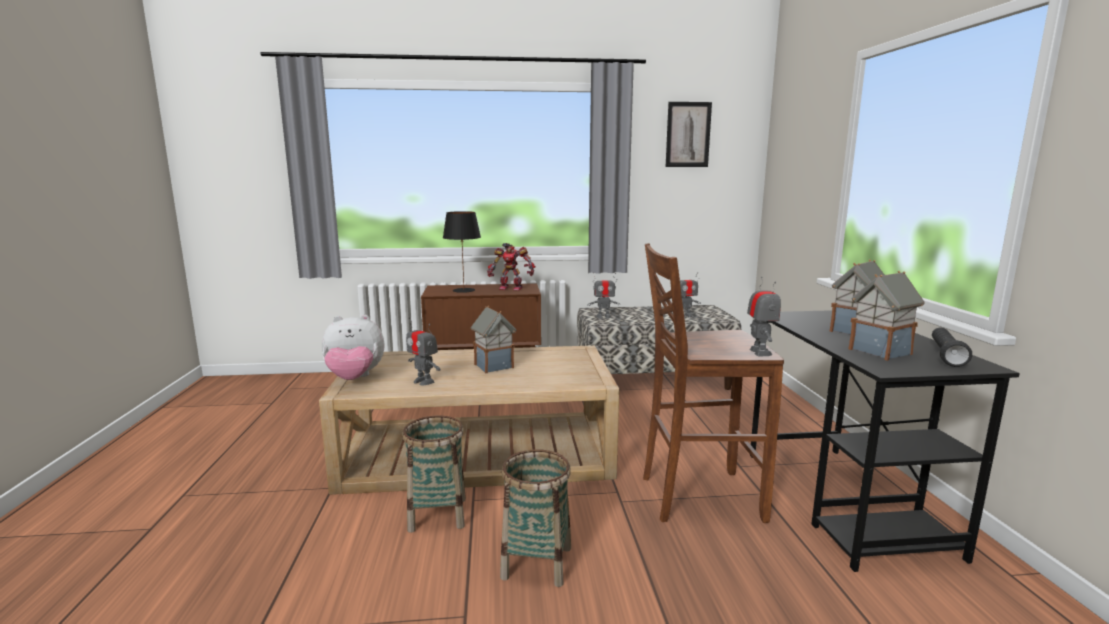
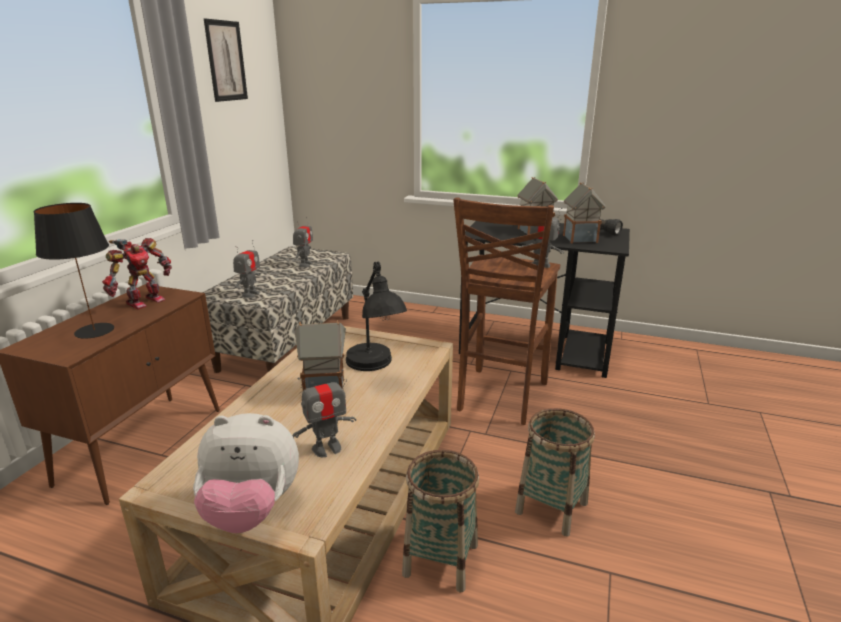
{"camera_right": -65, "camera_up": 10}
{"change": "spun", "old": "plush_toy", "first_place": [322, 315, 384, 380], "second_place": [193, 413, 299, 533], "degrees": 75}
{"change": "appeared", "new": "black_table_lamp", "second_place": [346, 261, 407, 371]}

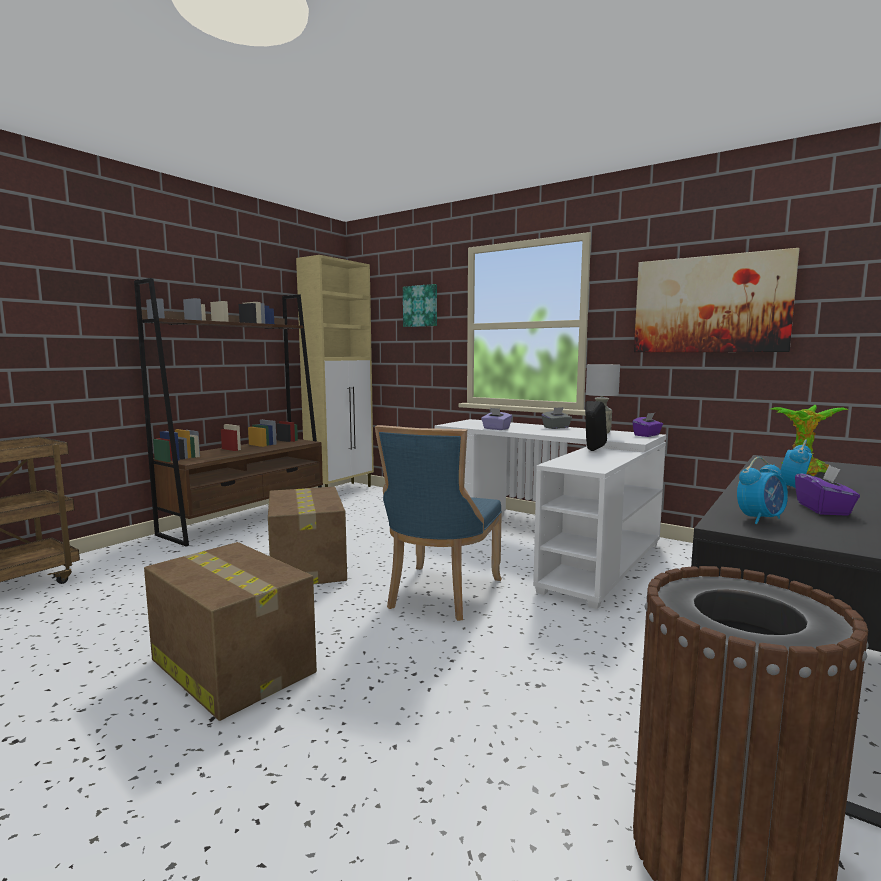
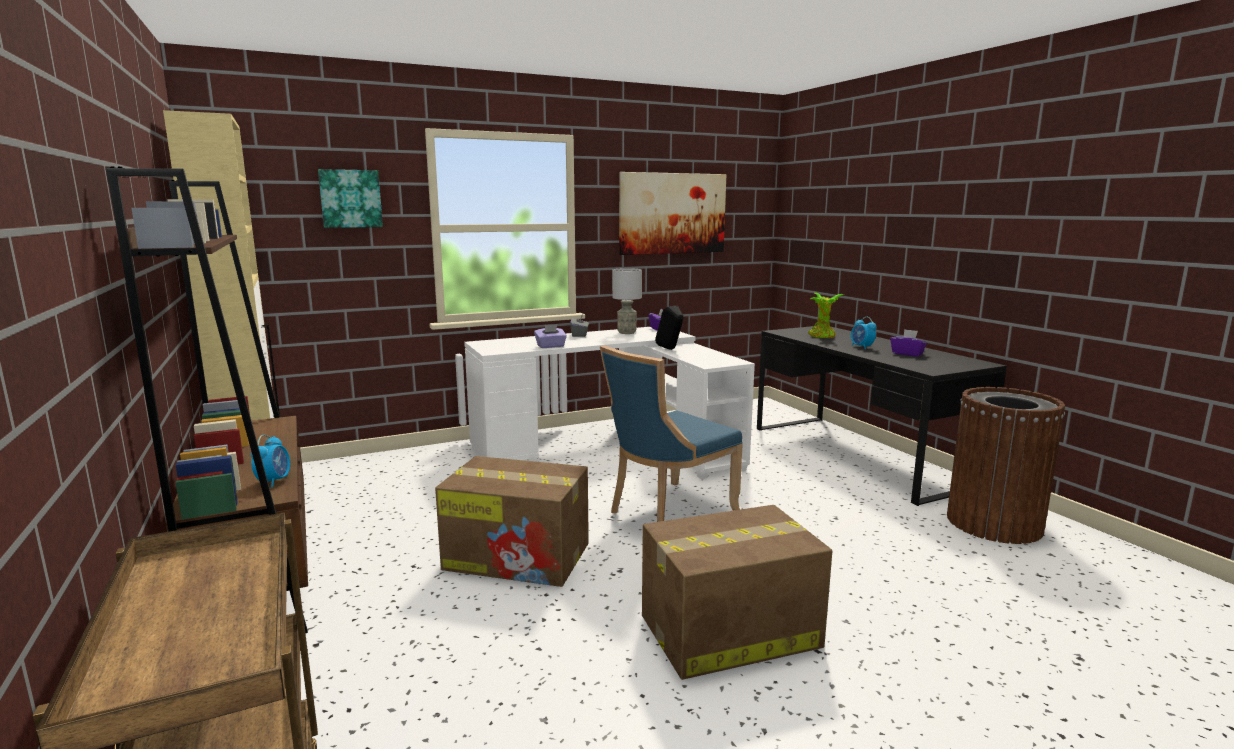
{"camera_right": -60, "camera_up": 5}
{"change": "spun", "old": "blue_chair", "first_place": [375, 425, 502, 621], "second_place": [600, 345, 743, 522], "degrees": 90}
{"change": "relocated", "old": "alarm_clock", "first_place": [737, 457, 788, 524], "second_place": [251, 435, 290, 488]}

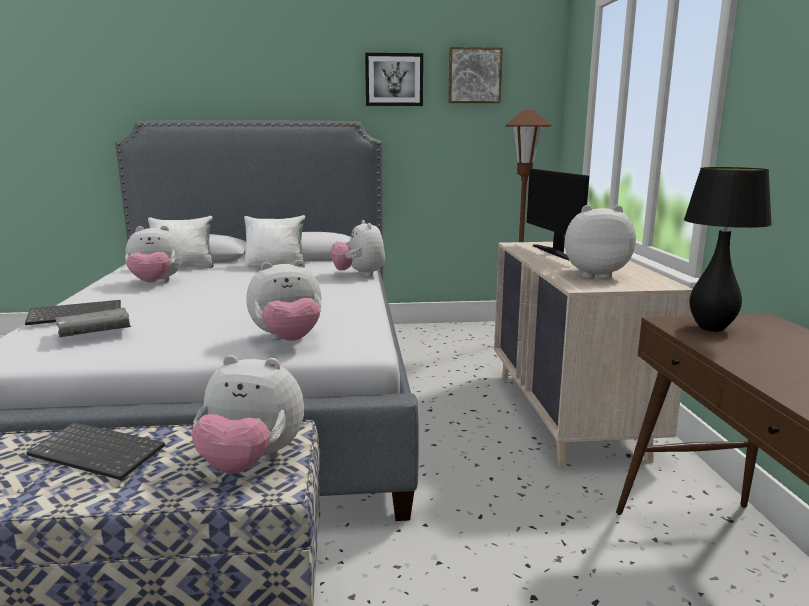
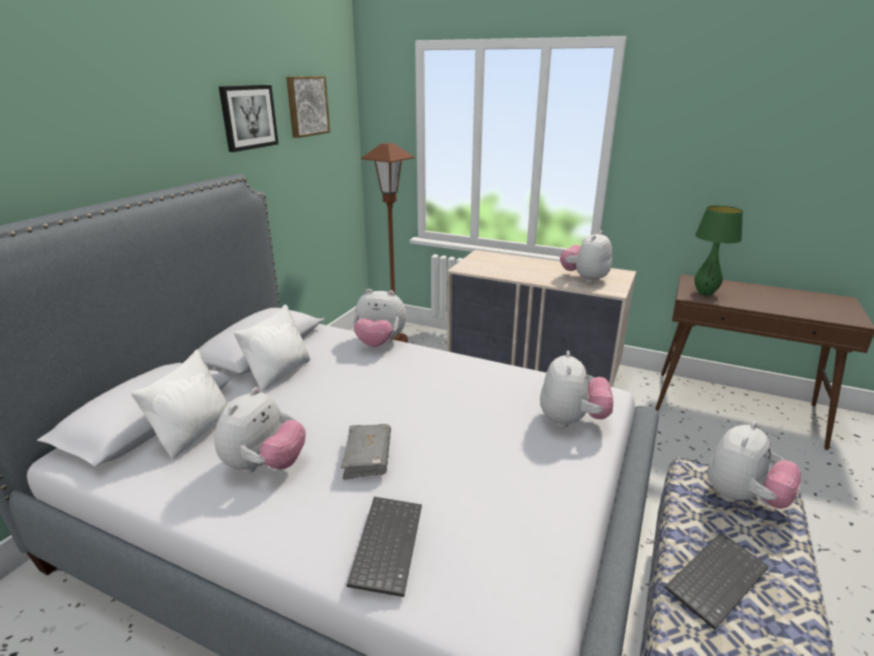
{"camera_right": -60, "camera_up": 10}
{"change": "colour", "old": "black_table_lamp", "new": "green_table_lamp", "first_place": [684, 167, 772, 332], "second_place": [694, 206, 743, 296]}
{"change": "missing", "old": "monitor", "first_place": [527, 169, 589, 261]}
{"change": "relocated", "old": "grey_book", "first_place": [55, 308, 131, 337], "second_place": [341, 424, 391, 480]}

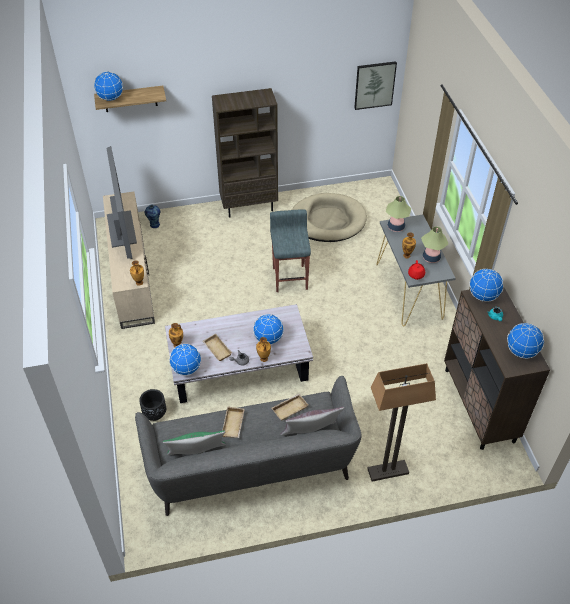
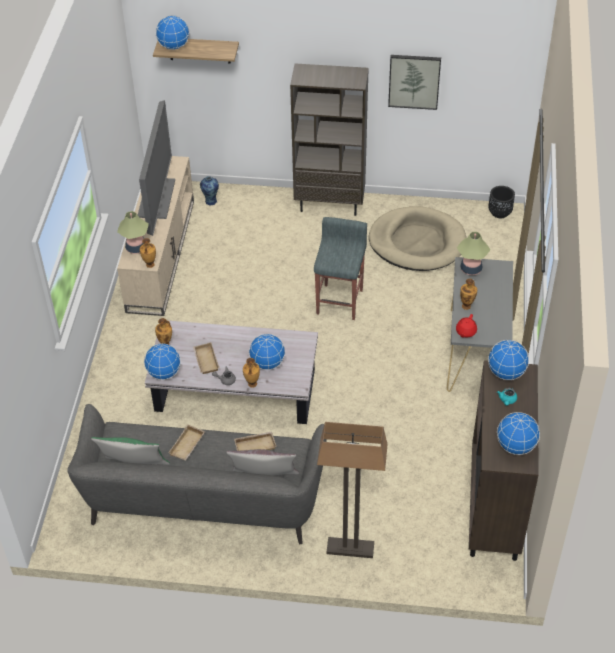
{"camera_right": 20, "camera_up": 0}
{"change": "relocated", "old": "picture", "first_place": [354, 61, 397, 110], "second_place": [388, 55, 441, 110]}
{"change": "relocated", "old": "table_lamp", "first_place": [421, 226, 448, 263], "second_place": [117, 211, 149, 254]}
{"change": "relocated", "old": "black_planter", "first_place": [139, 389, 166, 421], "second_place": [488, 186, 515, 218]}

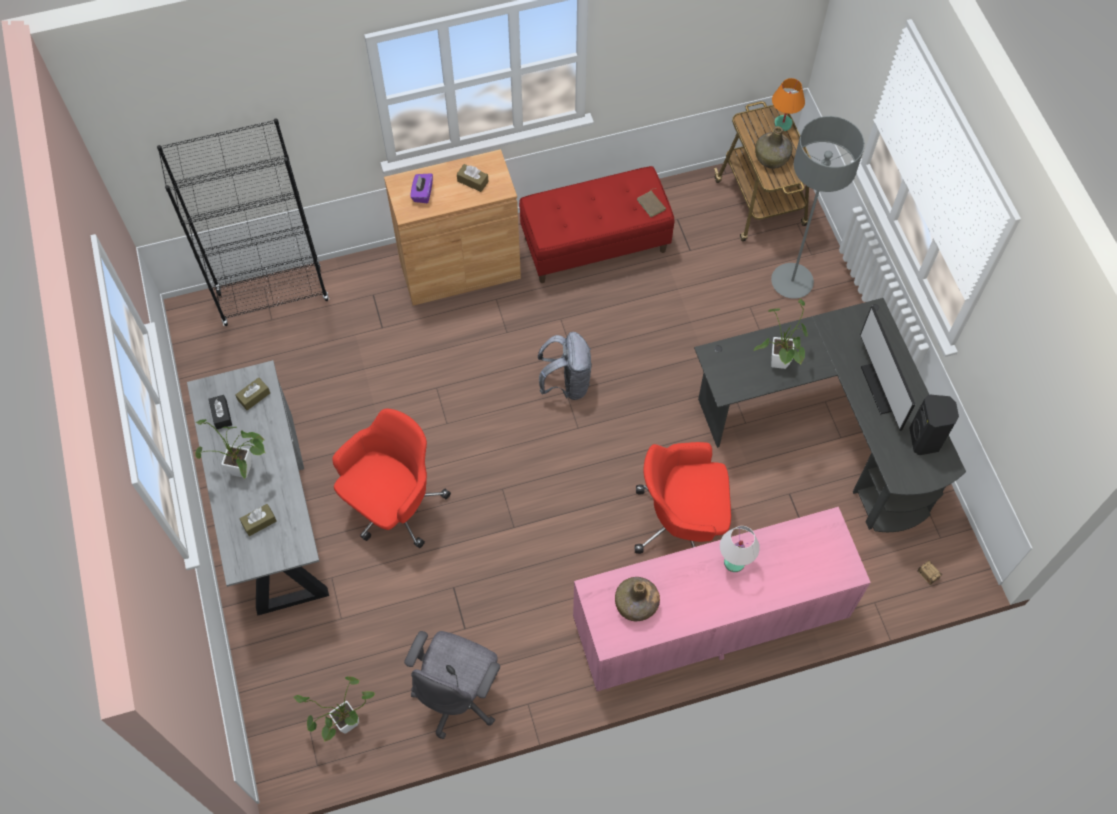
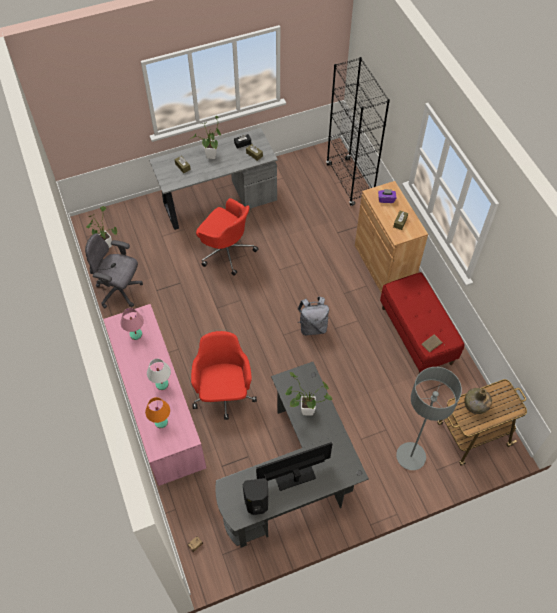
{"camera_right": 85, "camera_up": -5}
{"change": "relocated", "old": "orange_table_lamp", "first_place": [772, 78, 805, 131], "second_place": [145, 397, 170, 428]}
{"change": "exchanged", "old": "green_bottle", "new": "pink_table_lamp", "first_place": [615, 577, 660, 621], "second_place": [121, 308, 144, 340]}

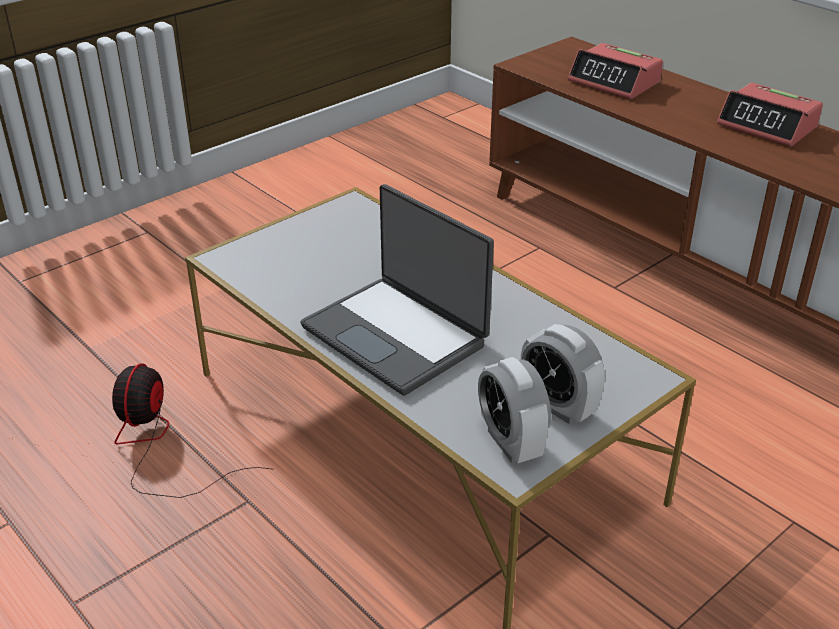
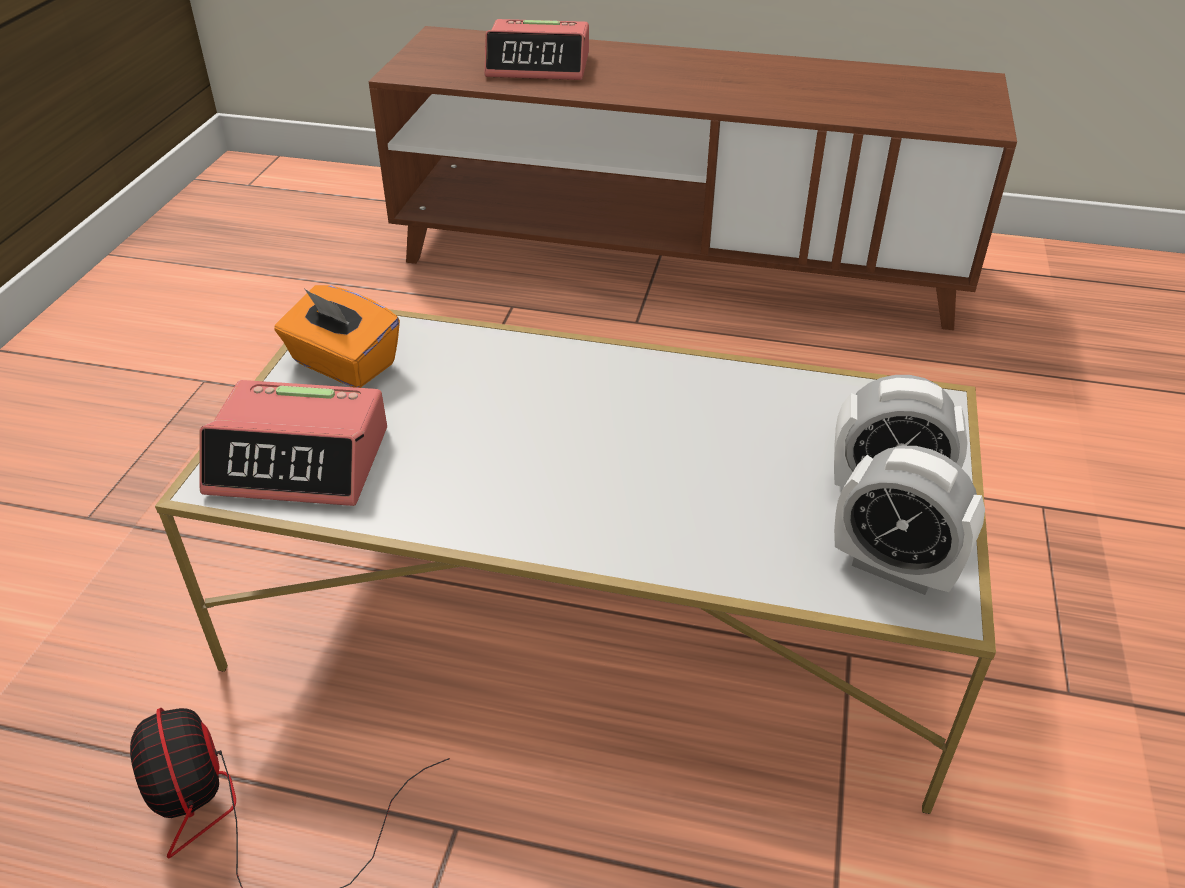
{"camera_right": -35, "camera_up": 5}
{"change": "relocated", "old": "alarm_clock", "first_place": [717, 83, 823, 147], "second_place": [200, 380, 387, 506]}
{"change": "missing", "old": "laptop", "first_place": [301, 184, 494, 396]}
{"change": "appeared", "new": "orange_tissue_box", "second_place": [274, 285, 400, 388]}

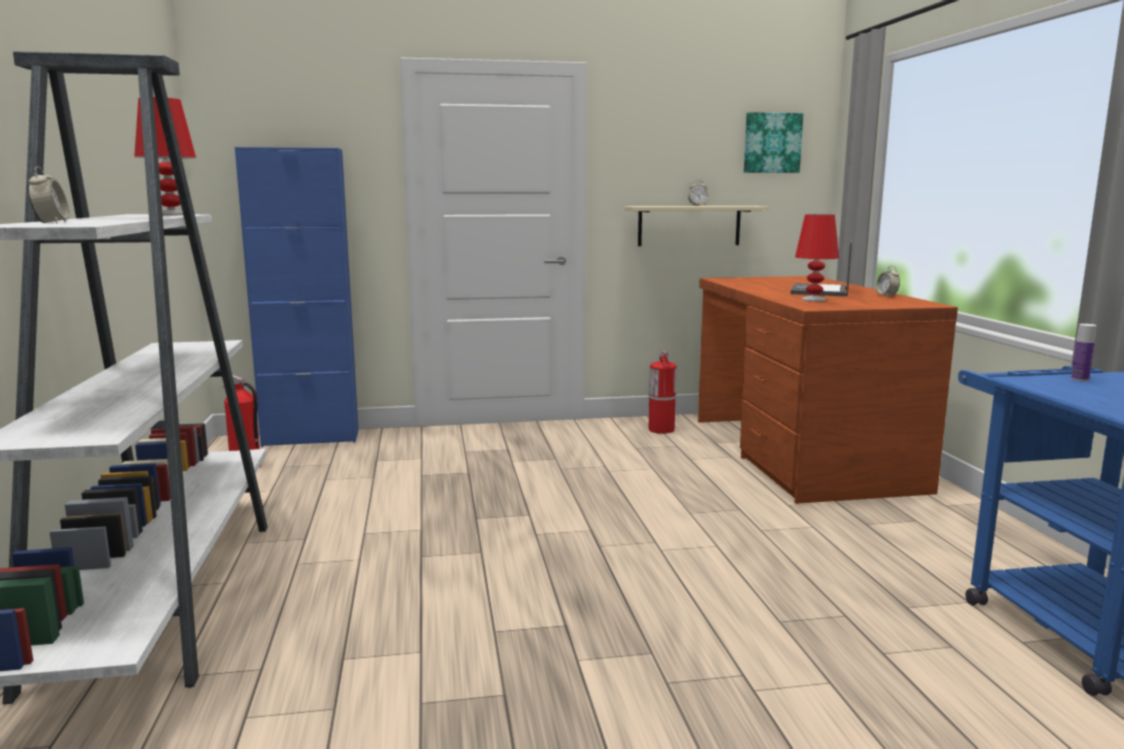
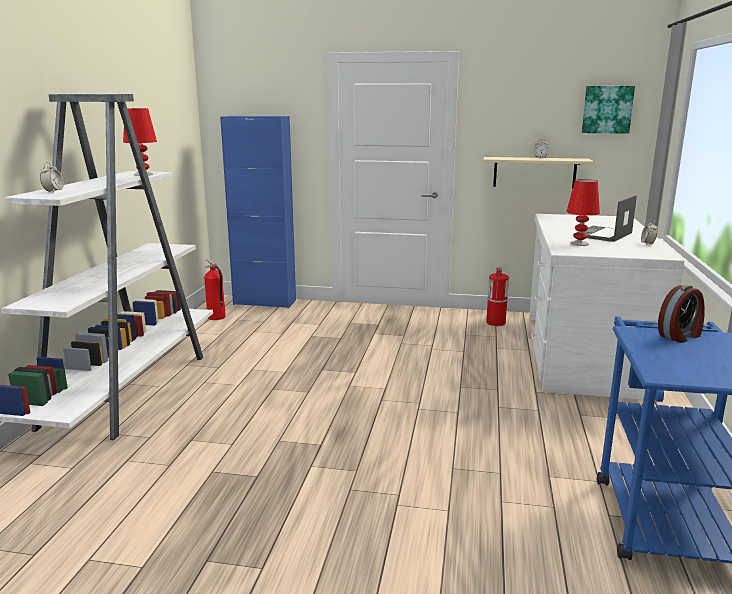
{"camera_right": 20, "camera_up": 5}
{"change": "colour", "old": "brown_desk", "new": "white_desk", "first_place": [698, 276, 958, 504], "second_place": [529, 214, 684, 400]}
{"change": "exchanged", "old": "bottle", "new": "alarm_clock", "first_place": [1071, 324, 1097, 381], "second_place": [658, 285, 705, 343]}

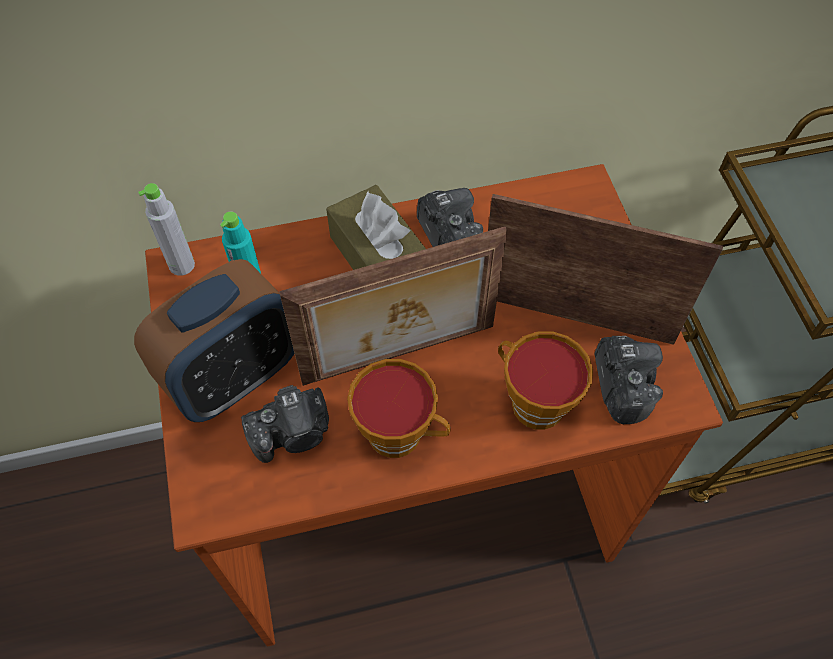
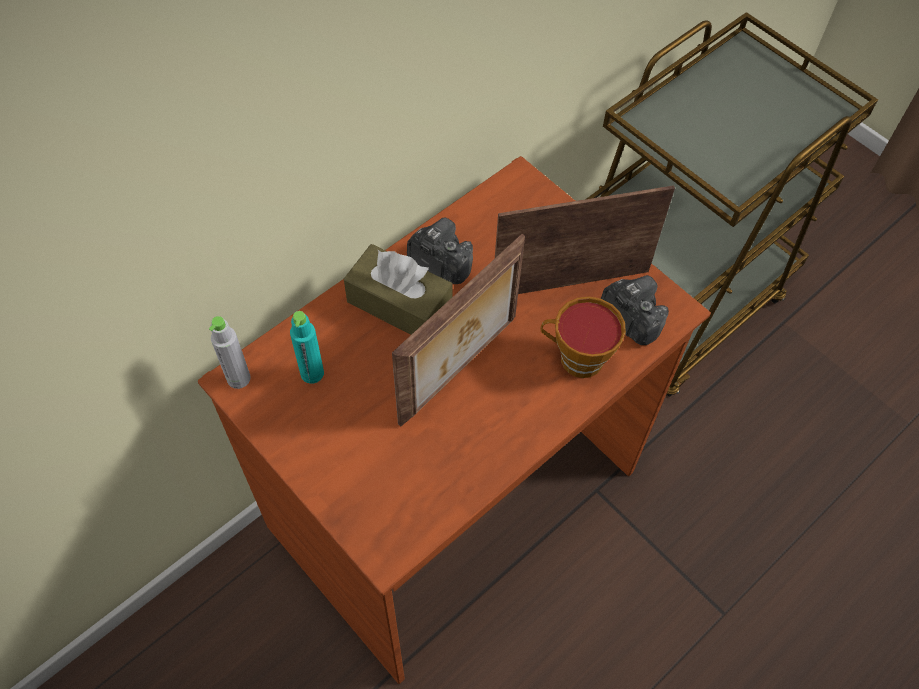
{"camera_right": -30, "camera_up": 0}
{"change": "missing", "old": "alarm_clock", "first_place": [134, 259, 294, 422]}
{"change": "missing", "old": "cup", "first_place": [347, 359, 451, 458]}
{"change": "missing", "old": "photo_camera", "first_place": [241, 385, 329, 463]}

